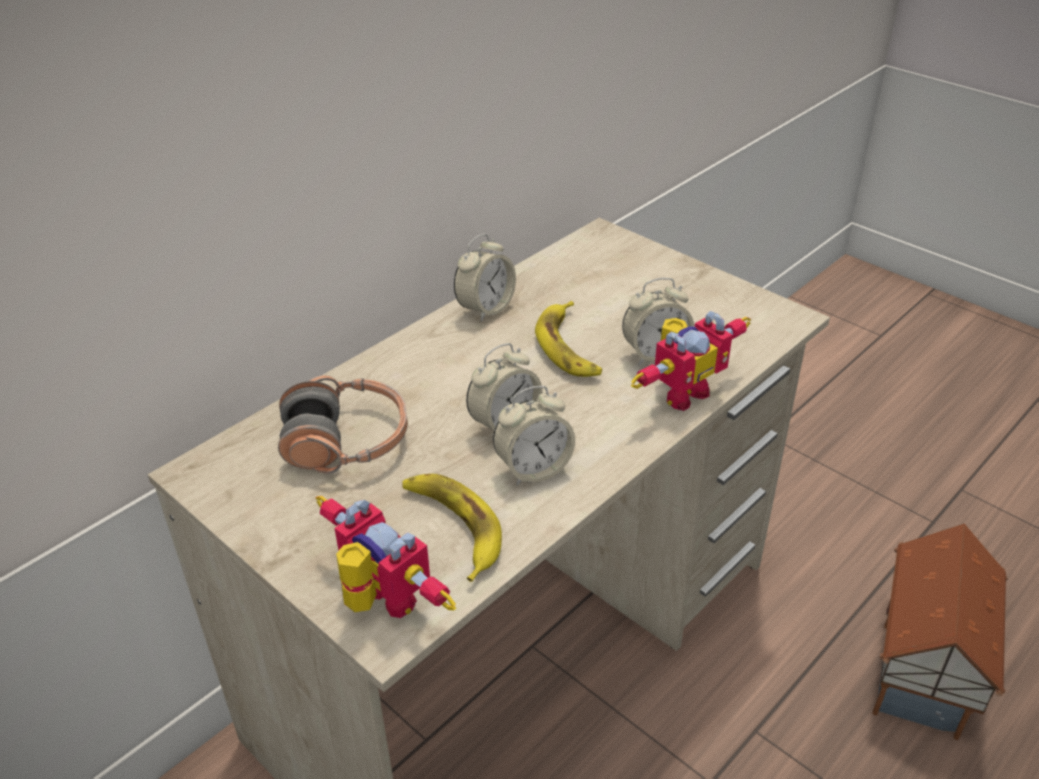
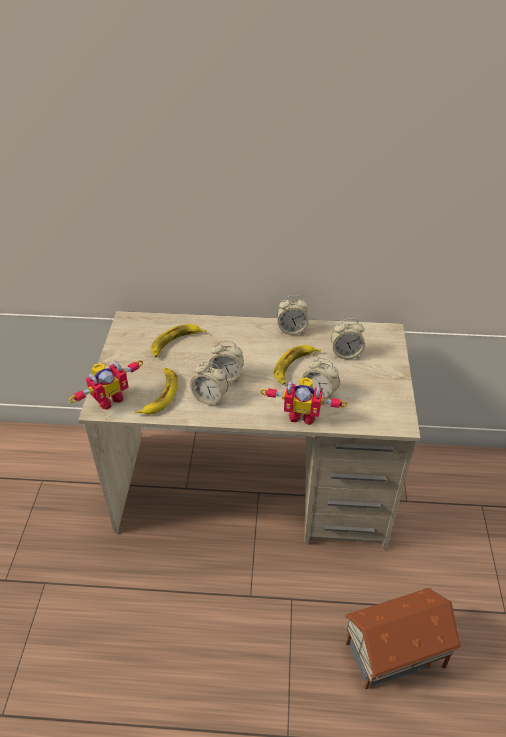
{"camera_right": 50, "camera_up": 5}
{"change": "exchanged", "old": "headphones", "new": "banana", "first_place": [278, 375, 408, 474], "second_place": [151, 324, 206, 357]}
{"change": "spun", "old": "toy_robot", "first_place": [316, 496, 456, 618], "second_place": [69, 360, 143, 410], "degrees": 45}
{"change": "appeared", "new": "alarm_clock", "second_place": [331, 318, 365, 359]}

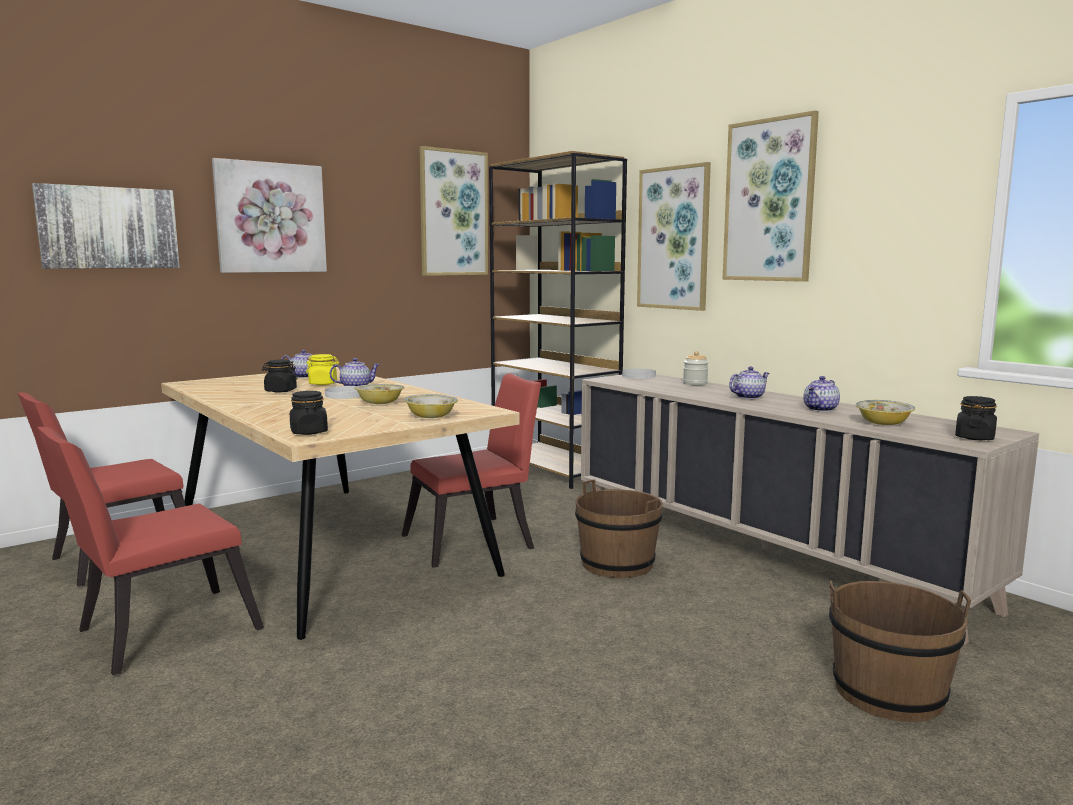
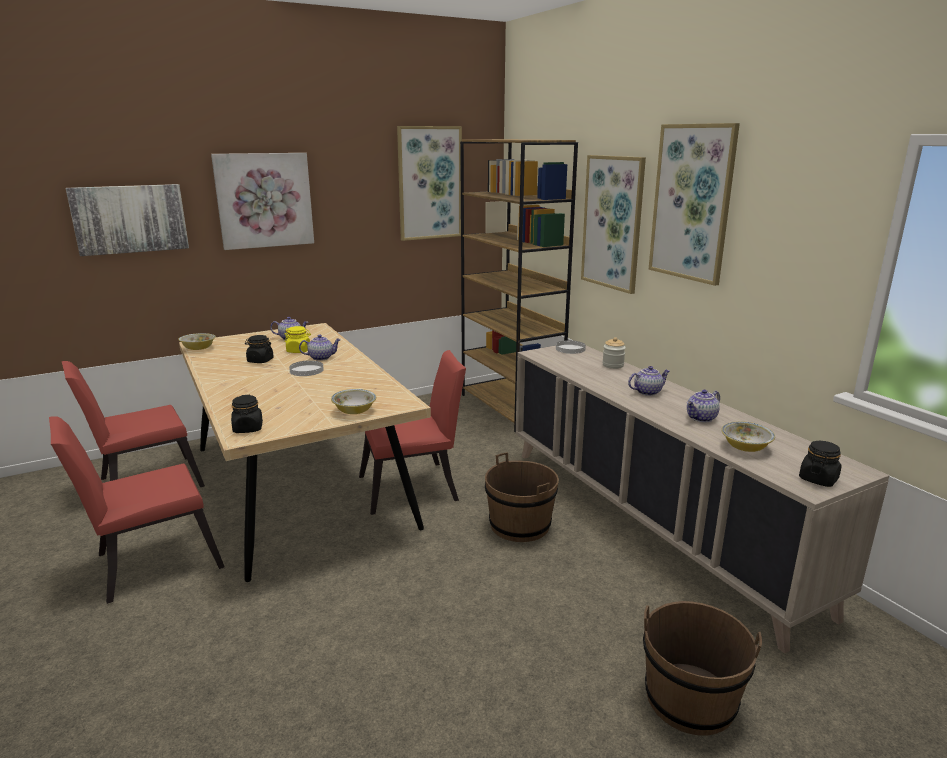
{"camera_right": 10, "camera_up": 10}
{"change": "relocated", "old": "bowl", "first_place": [354, 384, 405, 404], "second_place": [178, 333, 216, 350]}

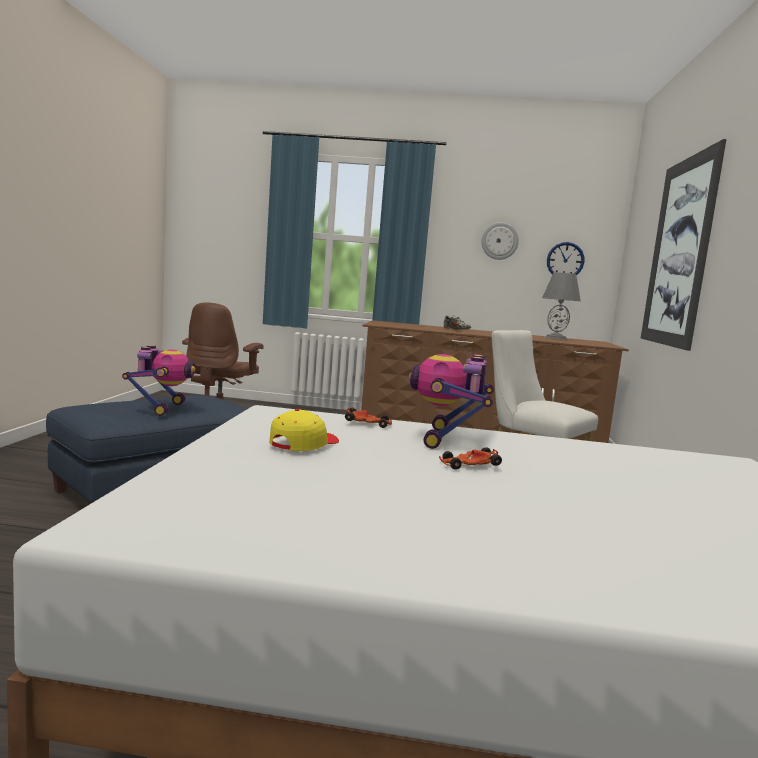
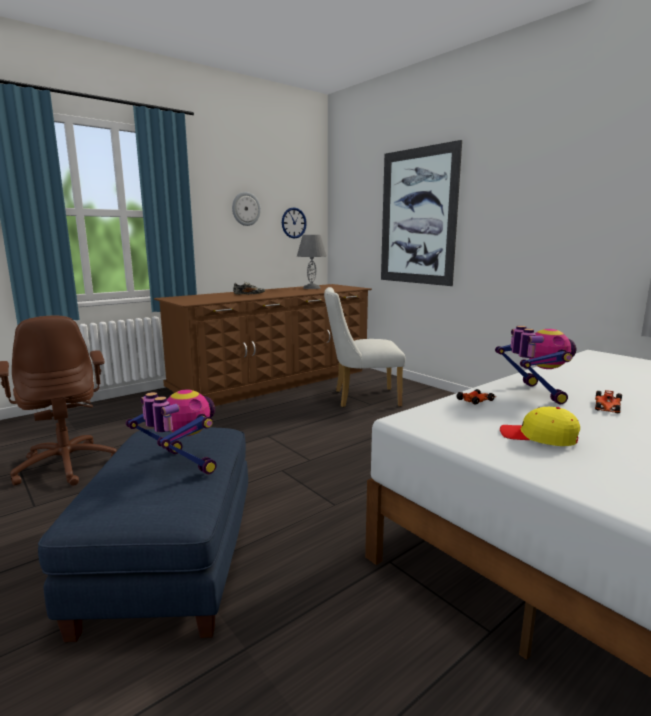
{"camera_right": -45, "camera_up": 5}
{"change": "spun", "old": "toy_robot", "first_place": [409, 354, 494, 449], "second_place": [495, 326, 576, 404], "degrees": -150}
{"change": "spun", "old": "yellow_cap", "first_place": [269, 409, 339, 451], "second_place": [500, 407, 580, 446], "degrees": -45}

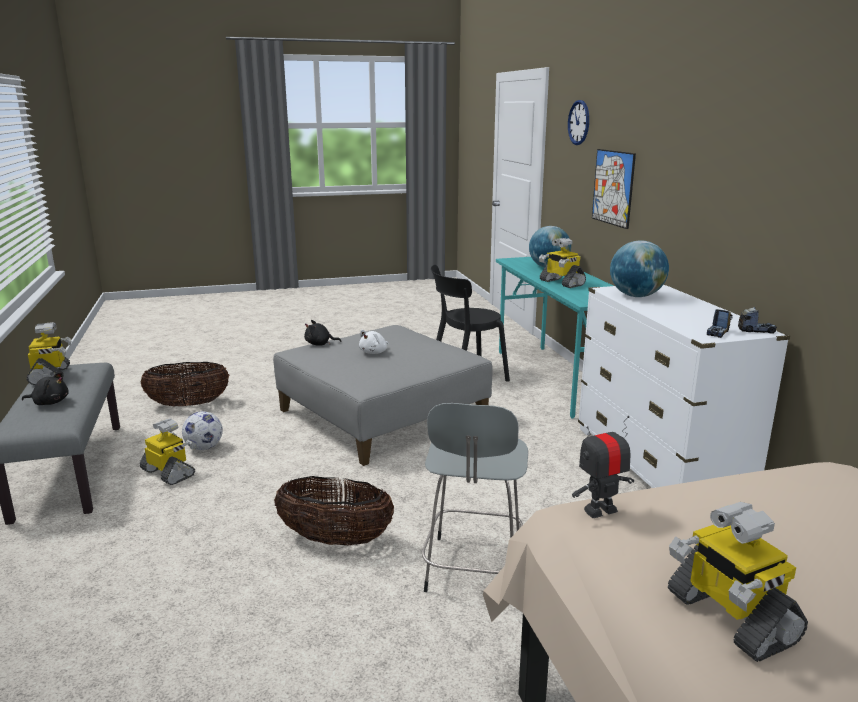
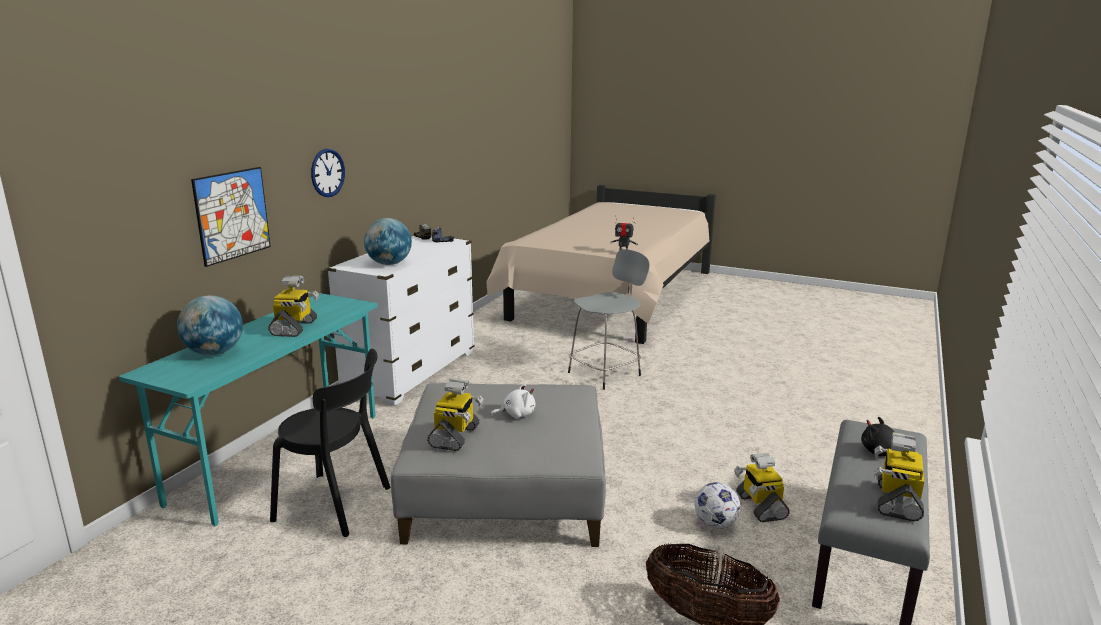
{"camera_right": -140, "camera_up": 0}
{"change": "relocated", "old": "wall_clock", "first_place": [568, 100, 589, 145], "second_place": [311, 149, 345, 197]}
{"change": "missing", "old": "black_plush_toy", "first_place": [304, 320, 341, 345]}
{"change": "missing", "old": "basket", "first_place": [274, 476, 394, 546]}
{"change": "relocated", "old": "toy_robot", "first_place": [668, 502, 808, 662], "second_place": [427, 379, 484, 451]}

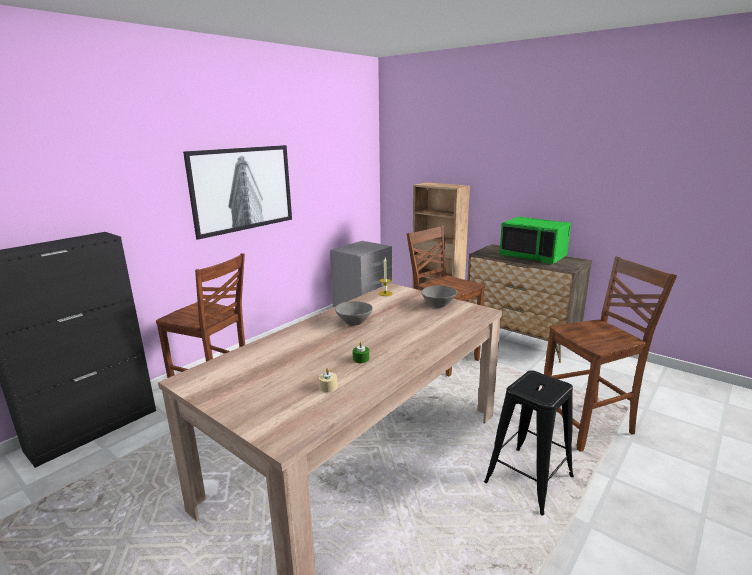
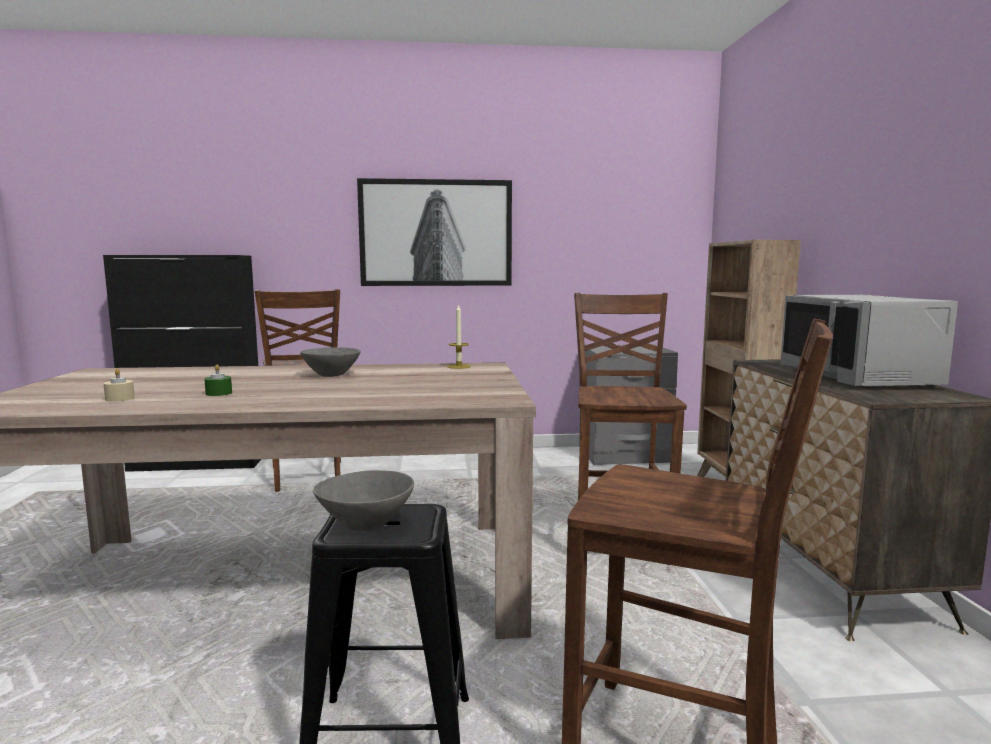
{"camera_right": 45, "camera_up": -10}
{"change": "colour", "old": "green_microwave", "new": "grey_microwave", "first_place": [499, 217, 571, 264], "second_place": [780, 295, 958, 387]}
{"change": "relocated", "old": "grey_bowl", "first_place": [421, 285, 457, 308], "second_place": [313, 470, 414, 531]}

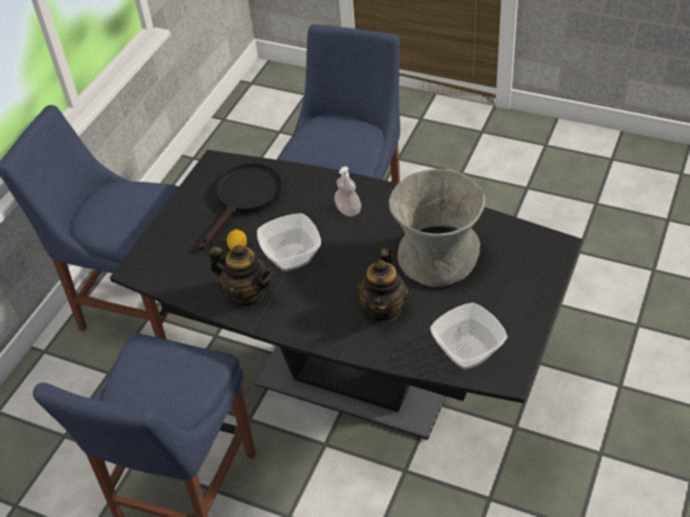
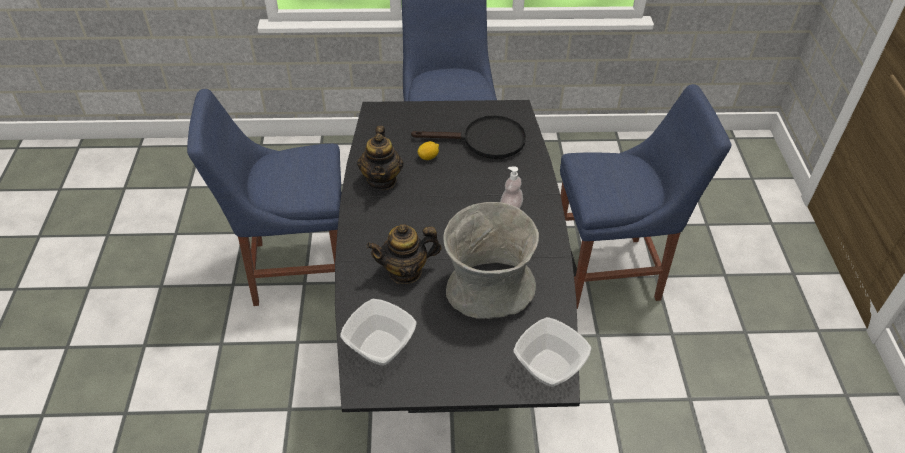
{"camera_right": 60, "camera_up": 0}
{"change": "relocated", "old": "bowl", "first_place": [257, 213, 321, 271], "second_place": [513, 317, 591, 387]}

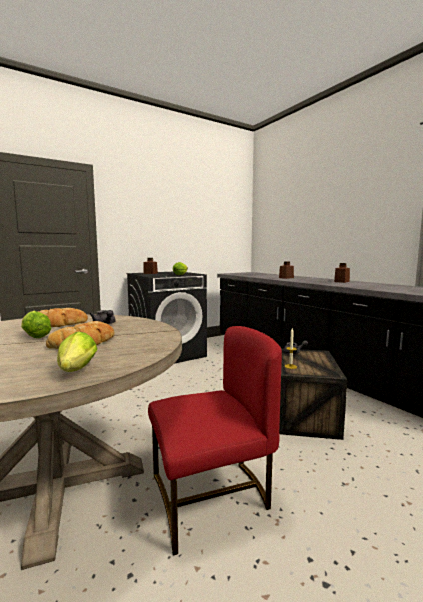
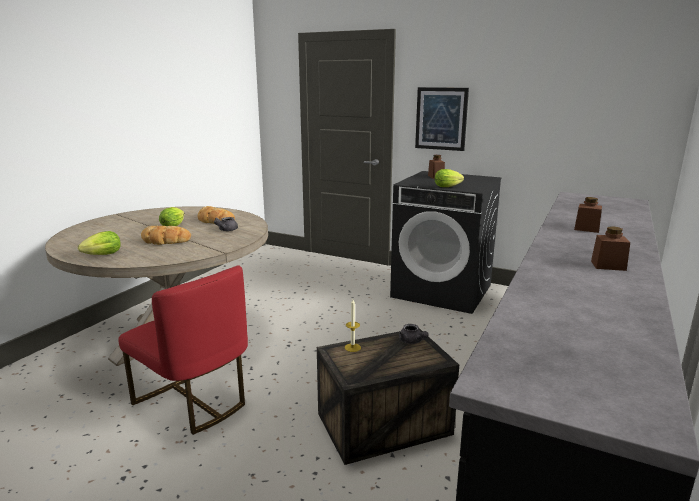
{"camera_right": 60, "camera_up": 10}
{"change": "appeared", "new": "picture", "second_place": [415, 87, 469, 151]}

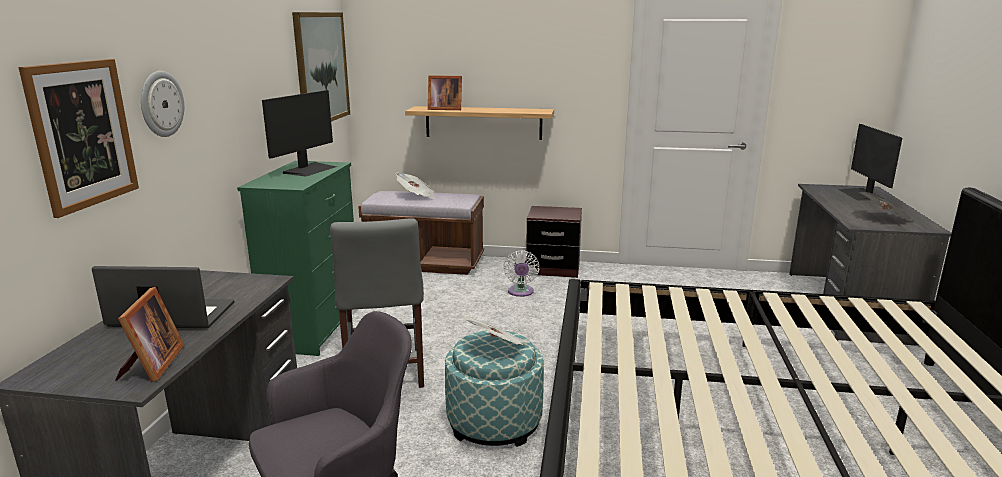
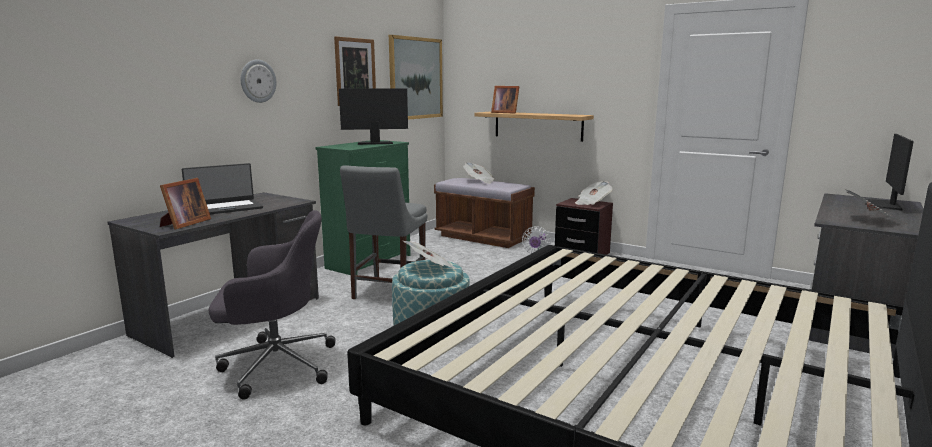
{"camera_right": 25, "camera_up": -5}
{"change": "relocated", "old": "picture", "first_place": [19, 59, 139, 218], "second_place": [334, 37, 376, 106]}
{"change": "spun", "old": "monitor", "first_place": [262, 90, 337, 177], "second_place": [339, 88, 408, 145], "degrees": -150}
{"change": "spun", "old": "laptop", "first_place": [92, 266, 234, 328], "second_place": [182, 163, 263, 214], "degrees": 120}
{"change": "appeared", "new": "newspaper", "second_place": [575, 181, 613, 205]}

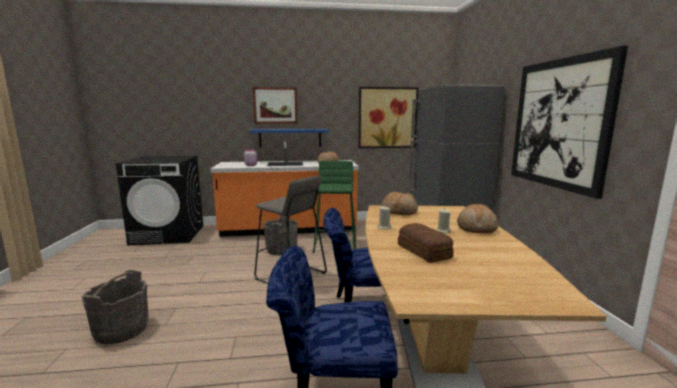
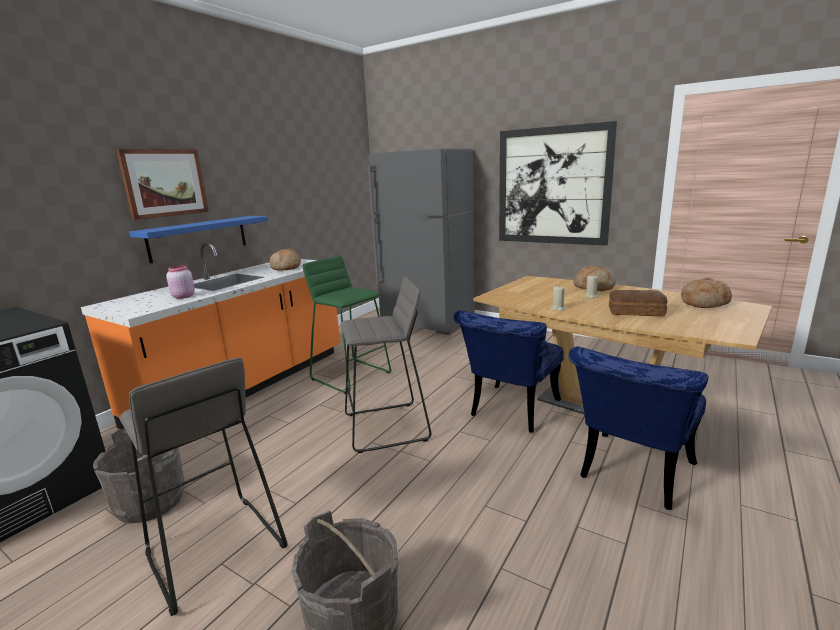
{"camera_right": -50, "camera_up": 5}
{"change": "missing", "old": "picture", "first_place": [358, 87, 419, 148]}
{"change": "relocated", "old": "bread", "first_place": [381, 192, 418, 215], "second_place": [681, 278, 732, 308]}
{"change": "relocated", "old": "grey_bucket", "first_place": [263, 215, 298, 255], "second_place": [93, 428, 184, 523]}
{"change": "appeared", "new": "grey_stool", "second_place": [119, 358, 288, 616]}

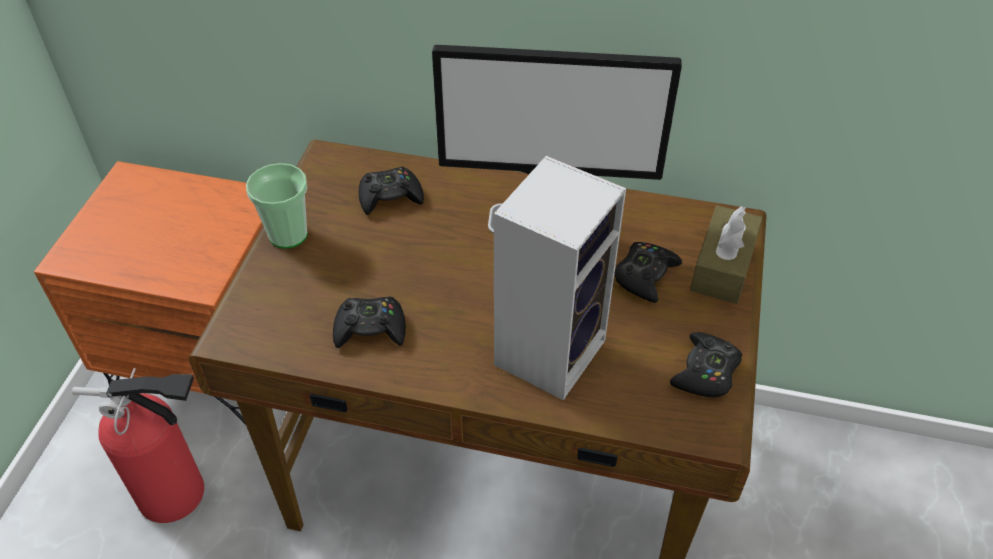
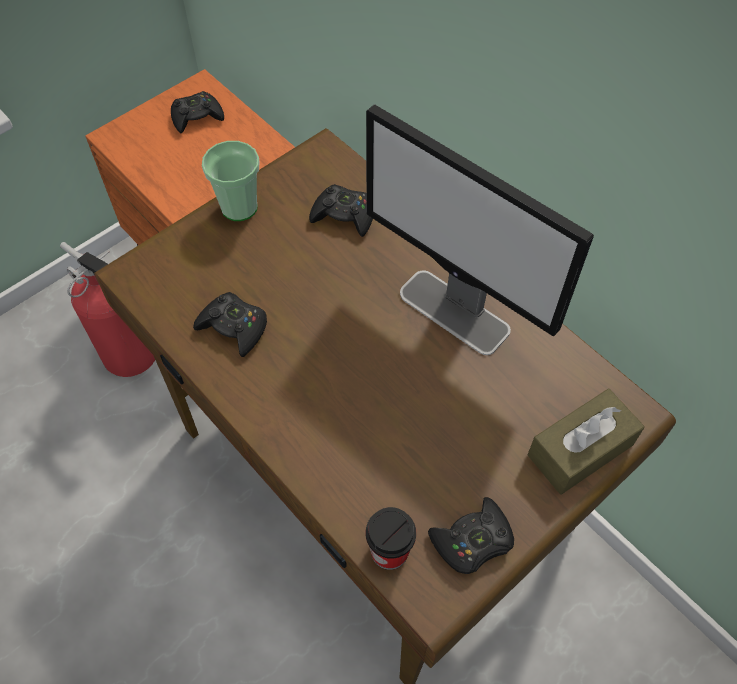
{"camera_right": 35, "camera_up": 10}
{"change": "missing", "old": "speaker", "first_place": [494, 156, 626, 400]}
{"change": "relocated", "old": "black_game_controller", "first_place": [614, 242, 682, 303], "second_place": [171, 91, 224, 133]}
{"change": "appeared", "new": "cup", "second_place": [366, 507, 416, 570]}

